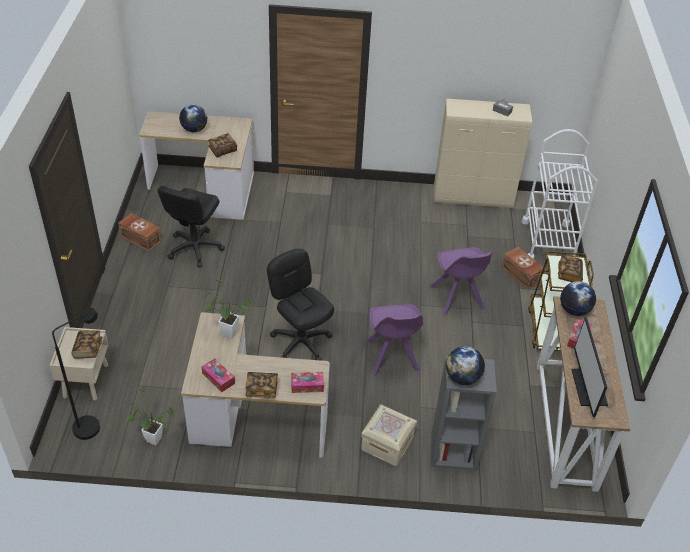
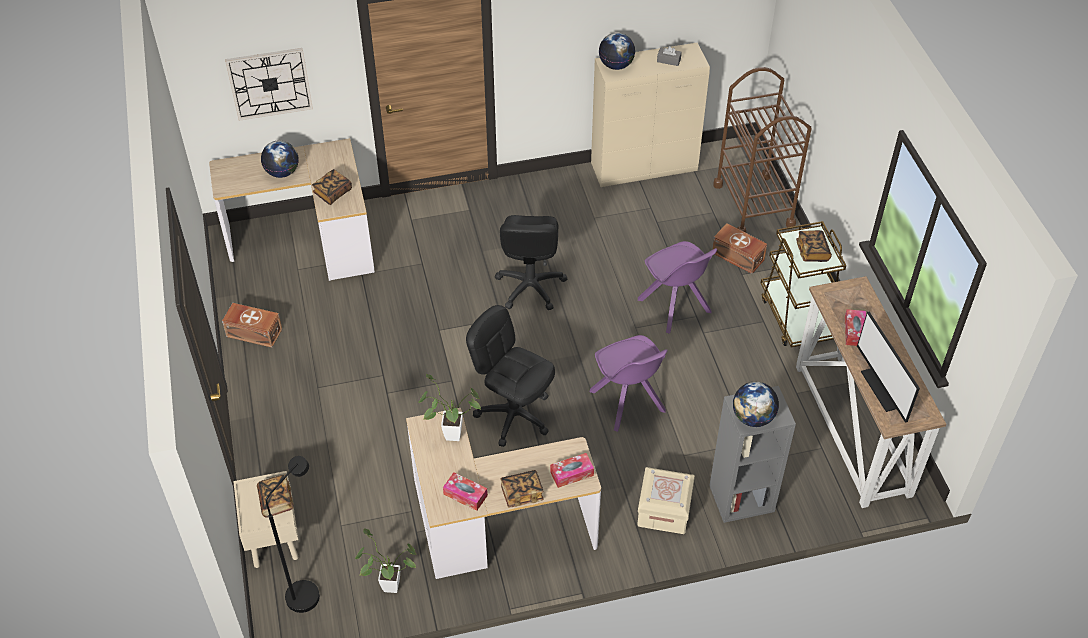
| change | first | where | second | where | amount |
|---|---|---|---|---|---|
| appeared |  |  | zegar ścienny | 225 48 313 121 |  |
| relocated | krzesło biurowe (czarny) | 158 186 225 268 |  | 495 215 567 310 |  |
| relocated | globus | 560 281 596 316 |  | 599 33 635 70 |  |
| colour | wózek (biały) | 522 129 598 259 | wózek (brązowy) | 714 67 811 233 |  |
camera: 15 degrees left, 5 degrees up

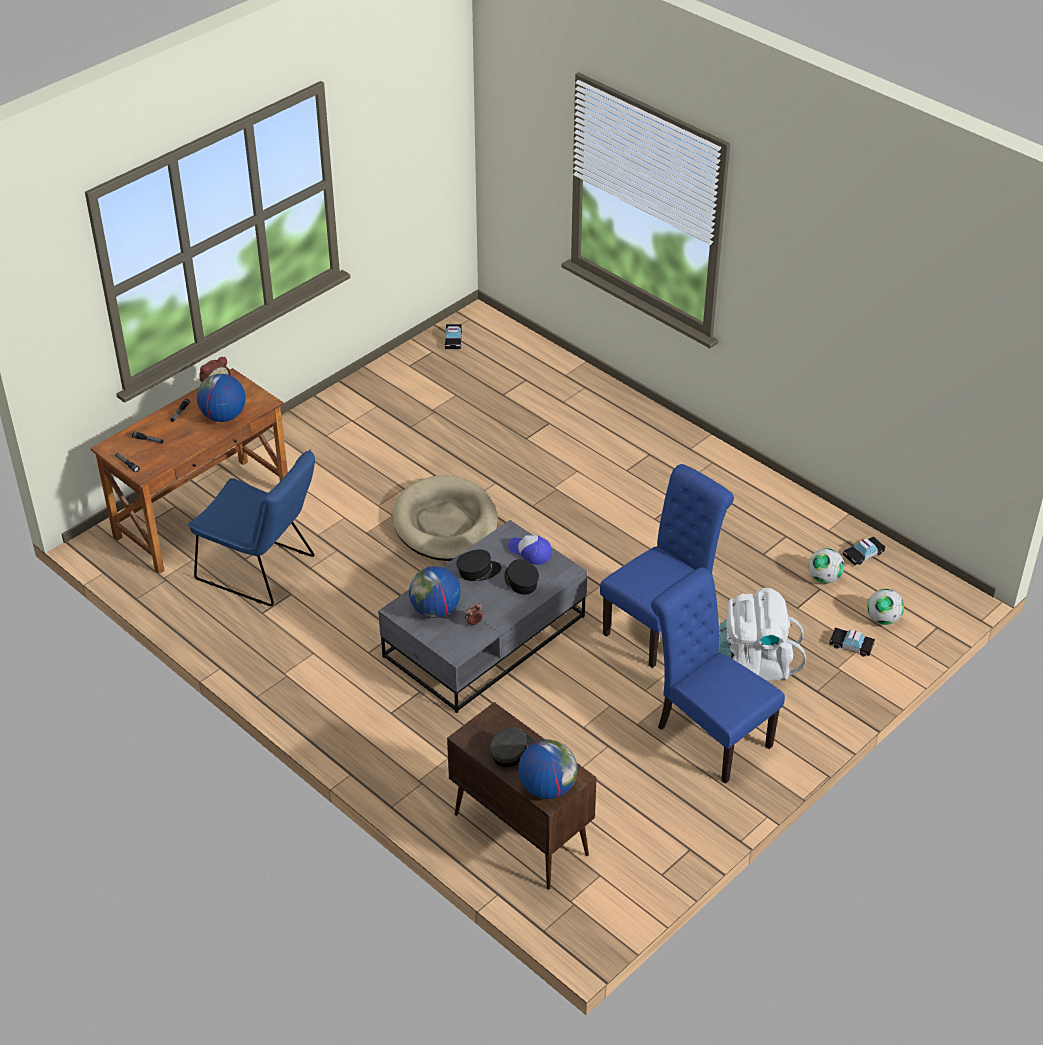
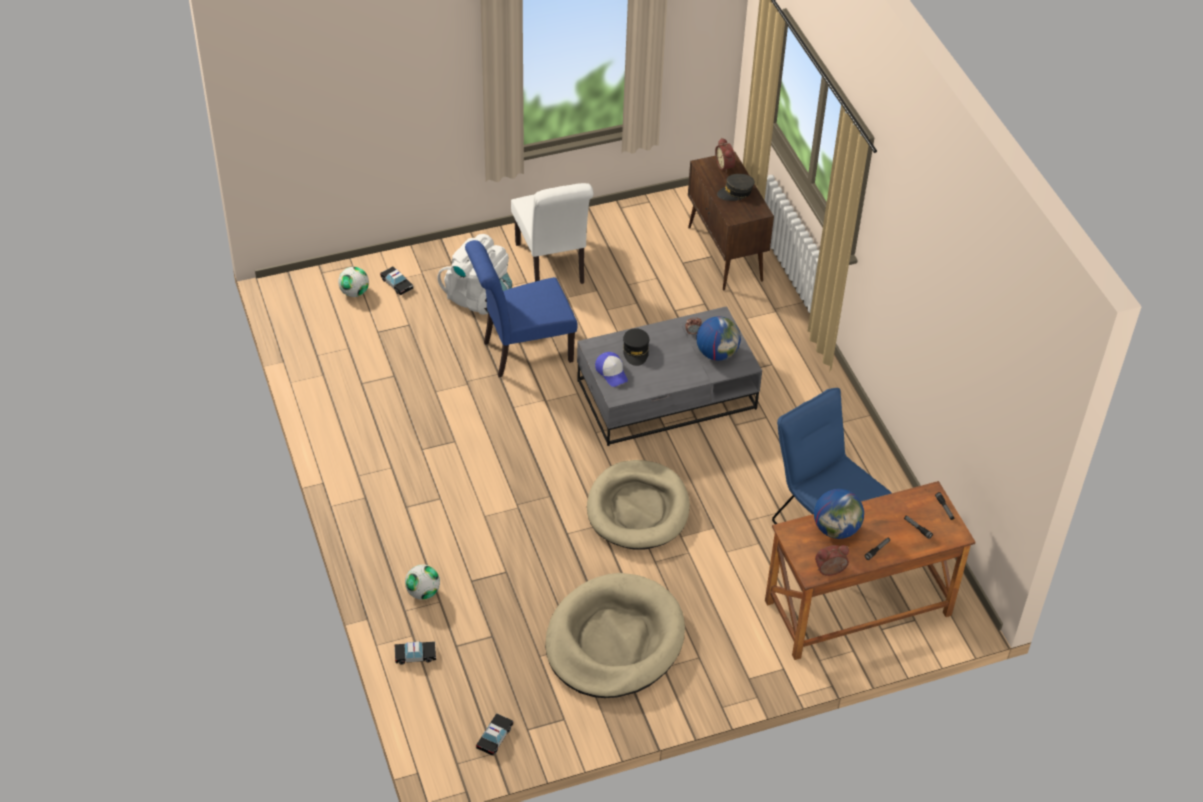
| change | first | where | second | where | amount |
|---|---|---|---|---|---|
| relocated | samochodzik | 843 536 885 565 |  | 395 641 436 665 |  |
| relocated | piłka futbolowa | 808 548 844 583 |  | 405 564 440 600 |  |
| colour | krzesło (niebieski) | 651 567 785 784 | krzesło (biały) | 511 183 593 284 |  |
| appeared |  |  | legowisko (beżowy) | 545 573 685 698 |  |
| exchanged | globus | 518 739 577 799 | budzik | 715 138 735 173 |  |
| missing | czapka z daszkiem (czarny) | 456 550 502 581 |  |  |  |
camera: 155 degrees left, 5 degrees up

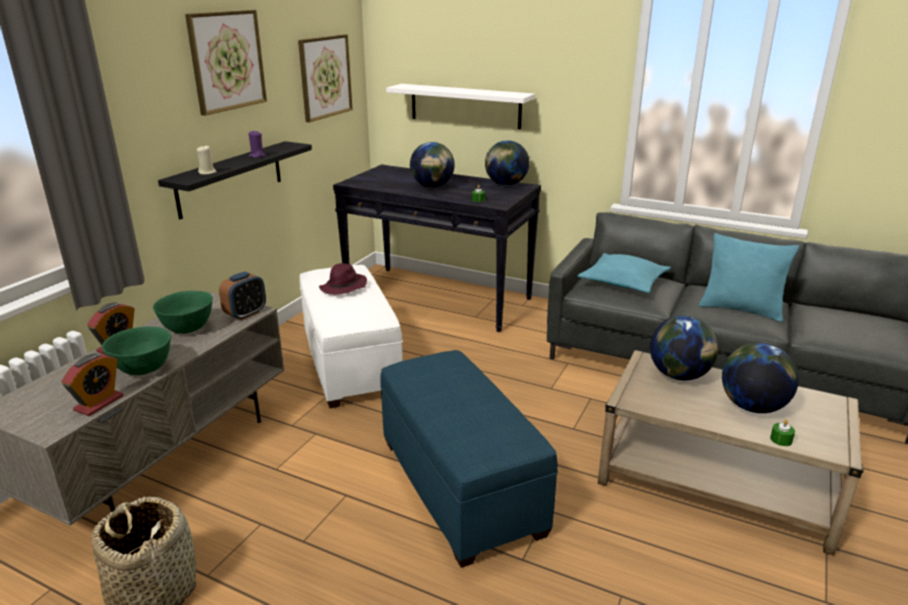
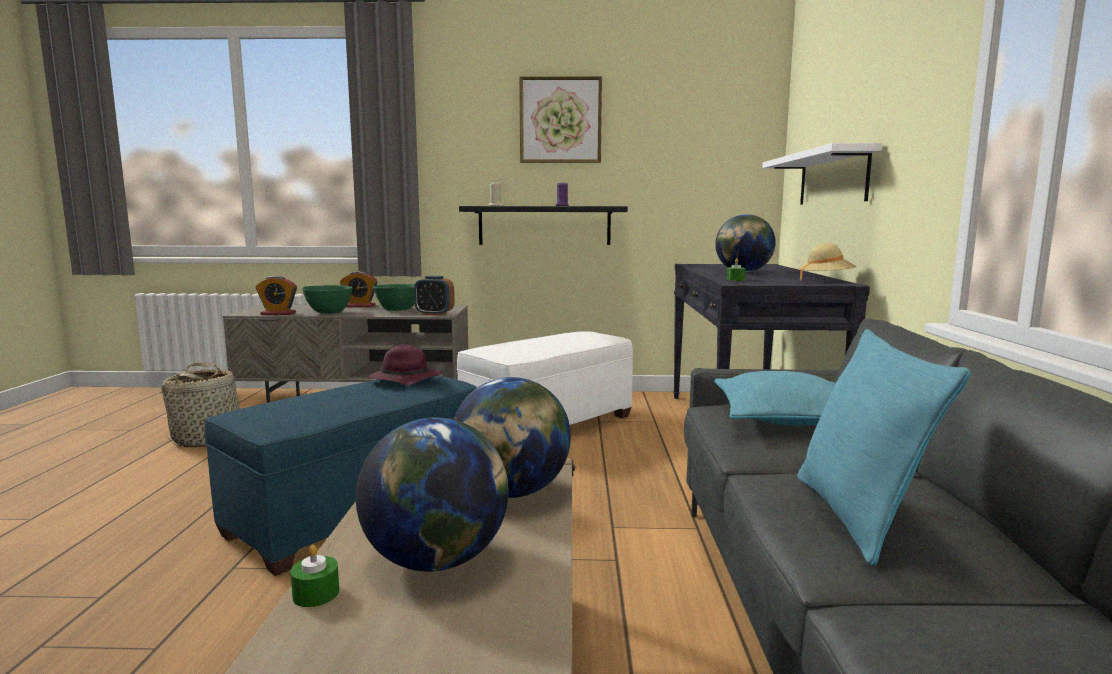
| change | first | where | second | where | amount |
|---|---|---|---|---|---|
| relocated | kapelusz (fioletowy) | 319 263 367 295 |  | 368 344 442 385 |  |
| exchanged | globus | 485 140 529 186 | kapelusz (beżowy) | 799 244 856 281 |  |
| missing | obraz | 298 34 353 122 |  |  |  |
camera: 65 degrees right, 15 degrees down

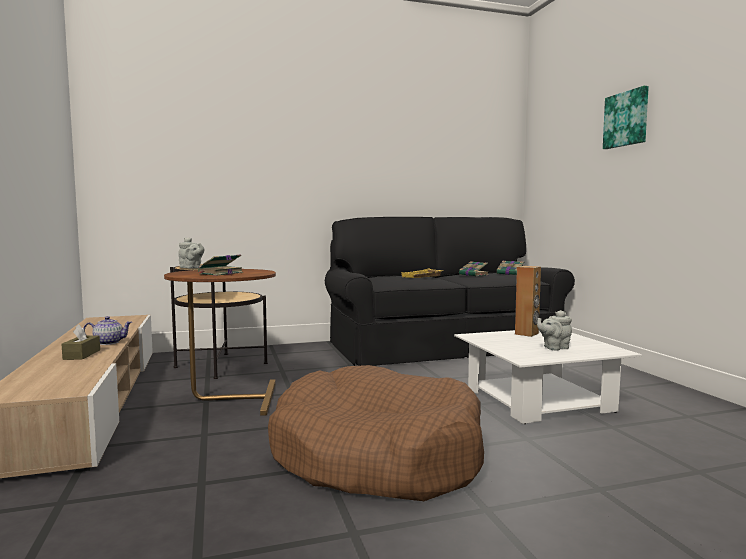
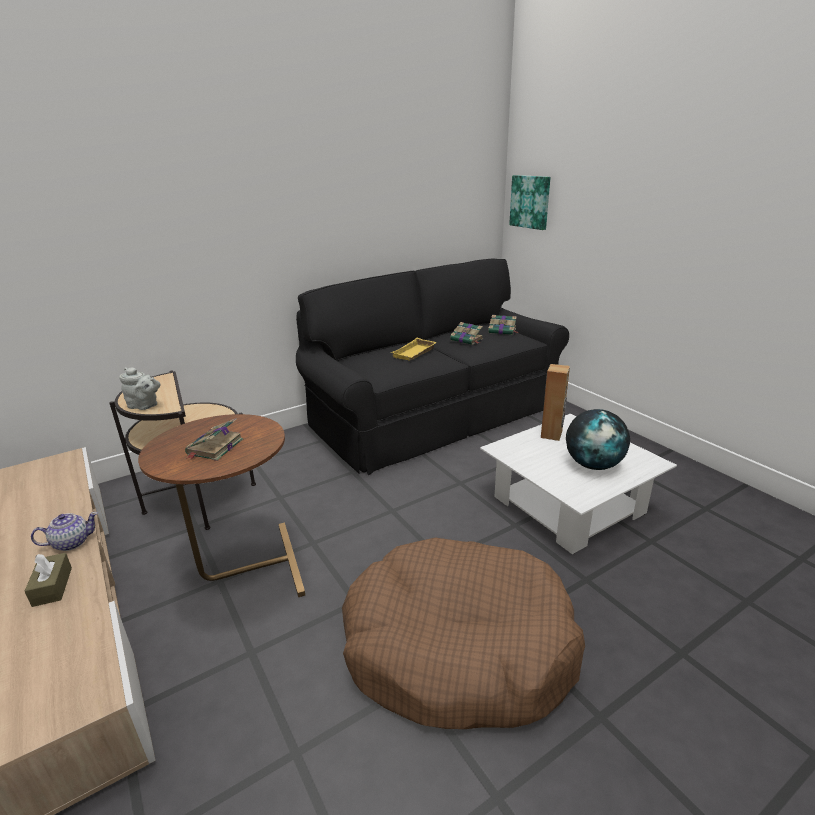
| change | first | where | second | where | amount |
|---|---|---|---|---|---|
| relocated | obraz | 603 86 649 149 |  | 509 175 550 230 |  |
| exchanged | imbryk (szary) | 537 310 572 350 | globus | 566 409 630 470 |  |
camera: 15 degrees left, 20 degrees up

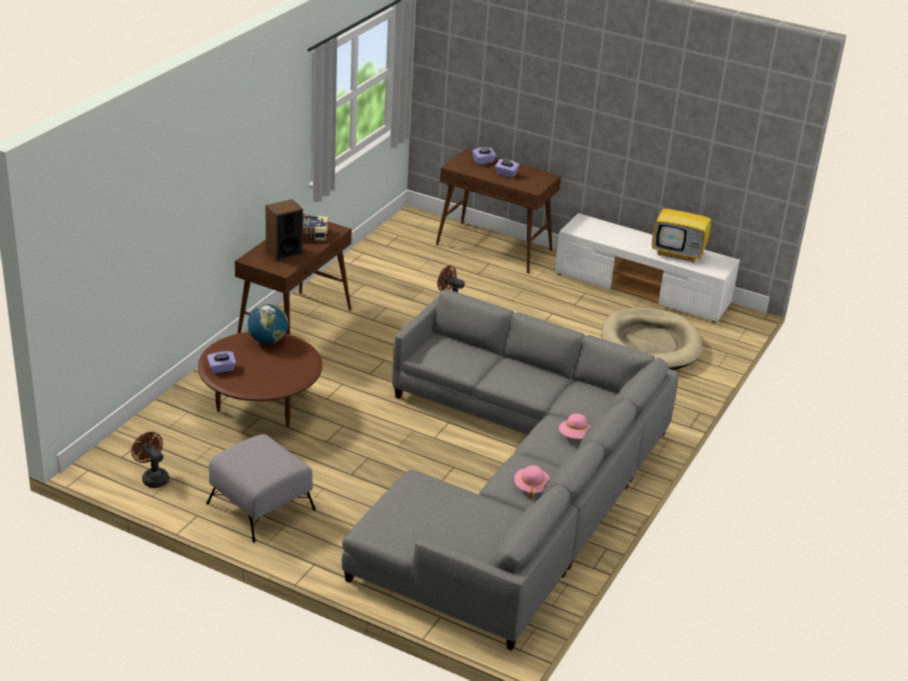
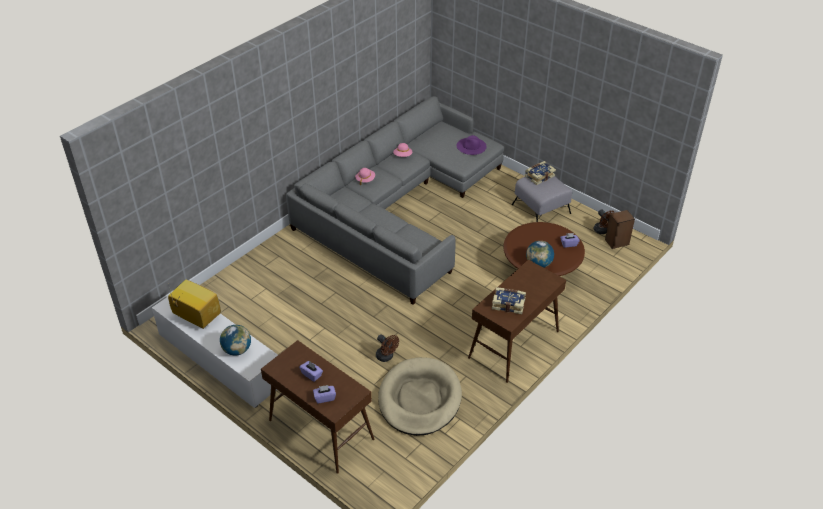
| change | first | where | second | where | amount |
|---|---|---|---|---|---|
| appeared |  |  | globus | 220 325 251 356 |  |
| relocated | legowisko (beżowy) | 601 308 702 370 |  | 378 357 462 436 |  |
| appeared |  |  | kapelusz (fioletowy) | 457 135 487 155 |  |
| appeared |  |  | książka | 525 161 556 185 |  |
| relocated | głośnik | 265 199 303 261 |  | 605 210 635 249 |  |
camera: 165 degrees left, 10 degrees up

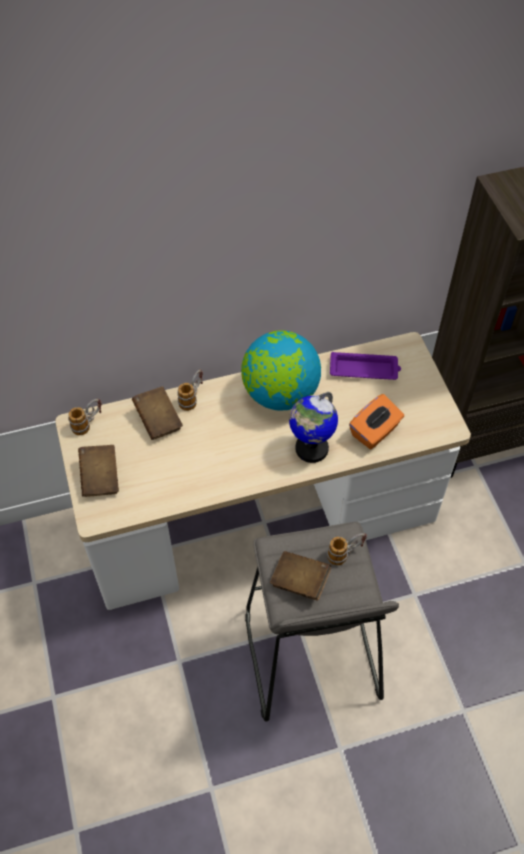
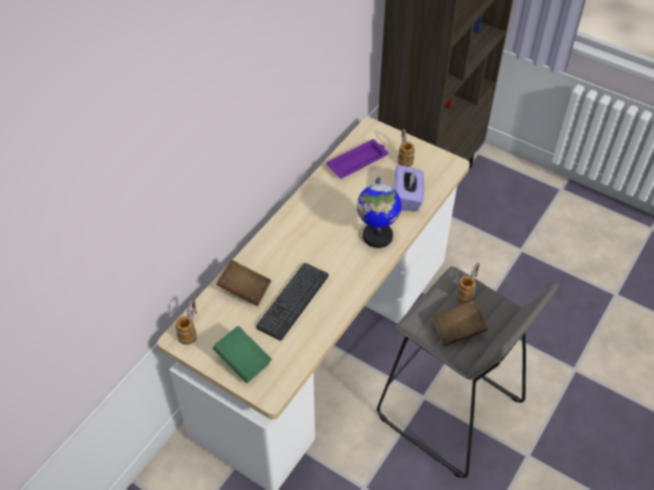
| change | first | where | second | where | amount |
|---|---|---|---|---|---|
| colour | książka (brązowy) | 78 445 119 497 | książka (zielony) | 212 326 272 383 |  |
| appeared |  |  | klawiatura | 256 263 328 341 |  |
| colour | pudełko chusteczek (pomarańczowy) | 349 394 404 449 | pudełko chusteczek (fioletowy) | 394 165 424 211 |  |
| relocated | kubek | 177 370 203 411 |  | 398 129 415 167 |  |
| missing | globus | 241 330 321 411 |  |  |  |
camera: 40 degrees left, 5 degrees down

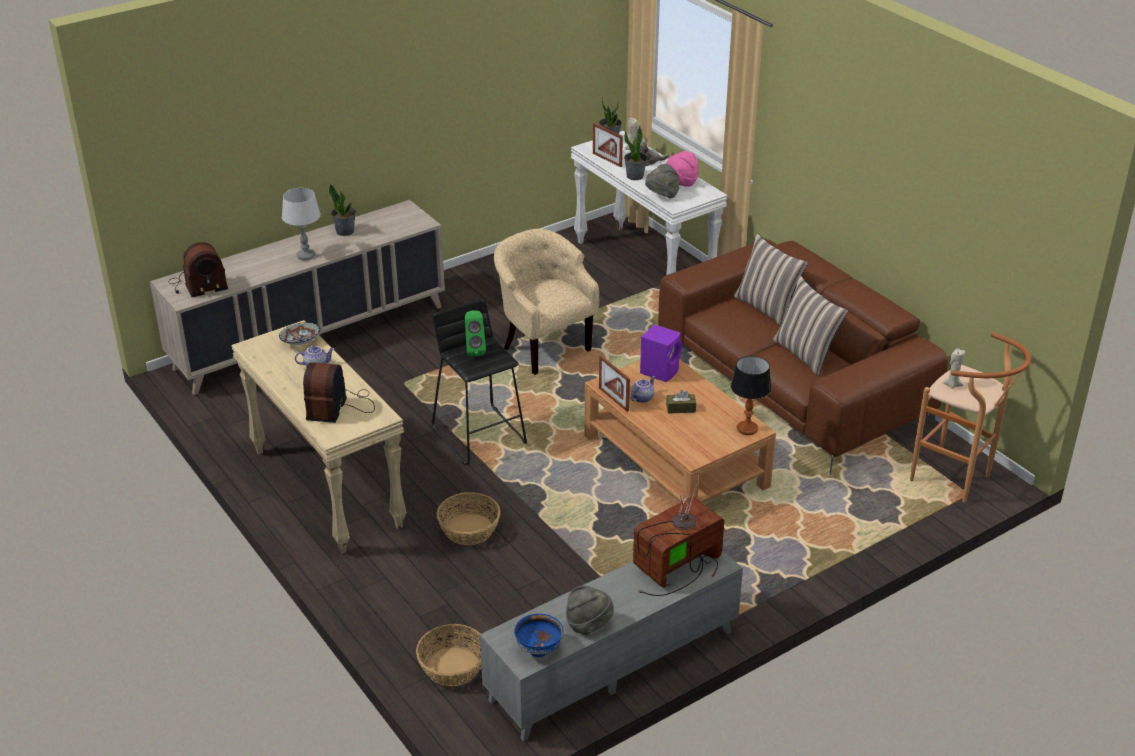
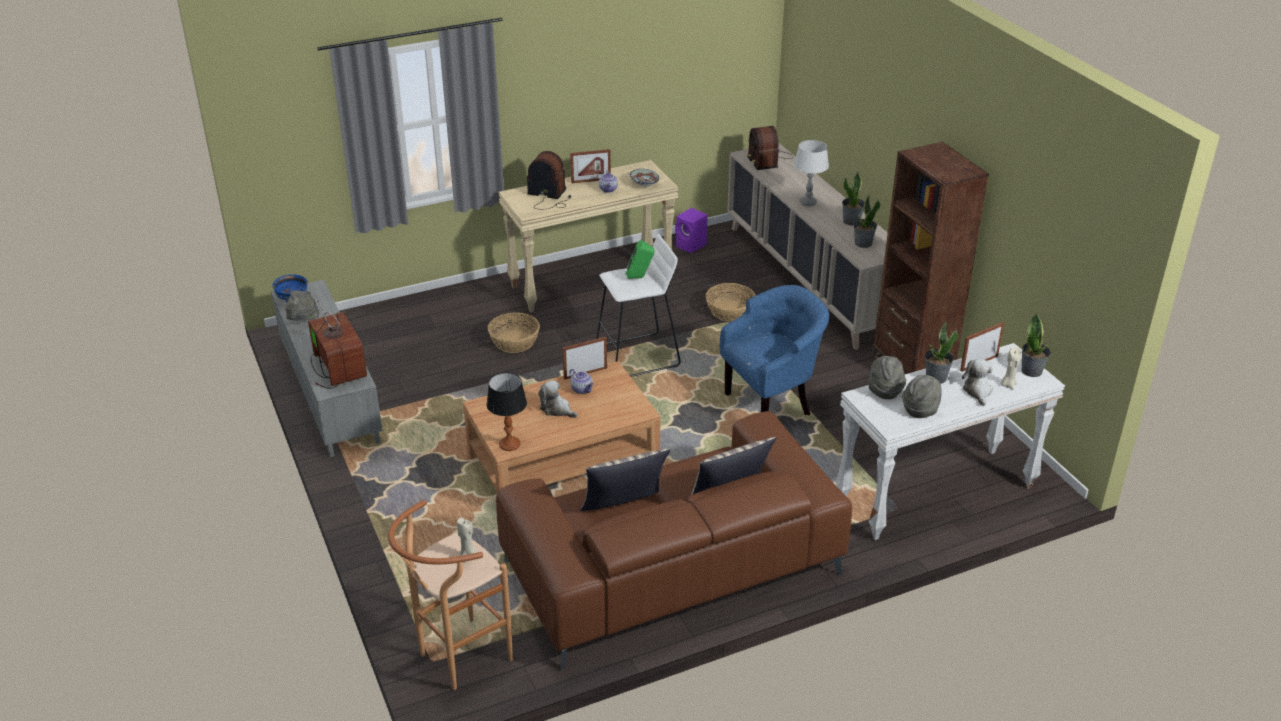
| change | first | where | second | where | amount |
|---|---|---|---|---|---|
| exchanged | pudełko chusteczek (brązowy) | 666 390 696 414 | pluszak | 538 380 578 418 |  |
| appeared |  |  | ramka na zdjęcie | 570 149 611 183 |  |
| colour | stołek (czarny) | 432 299 527 465 | stołek (biały) | 596 234 680 377 |  |
| relocated | głośnik (fioletowy) | 640 324 682 382 |  | 675 208 708 253 |  |
| relocated | koszyk | 416 624 481 686 |  | 706 283 756 322 |  |
| colour | fotel (beżowy) | 494 229 599 375 | fotel (niebieski) | 720 285 829 415 |  |
| appeared |  |  | roślina doniczkowa | 853 194 880 248 |  |
| appeared |  |  | regał (brązowy) | 872 142 989 374 |  |
| colour | kapelusz (różowy) | 666 151 699 187 | kapelusz (szary) | 902 375 942 418 |  |
camera: 100 degrees right, 0 degrees up

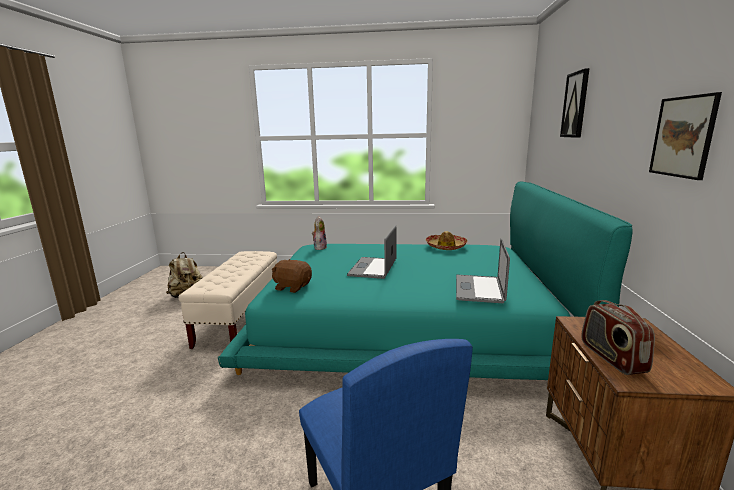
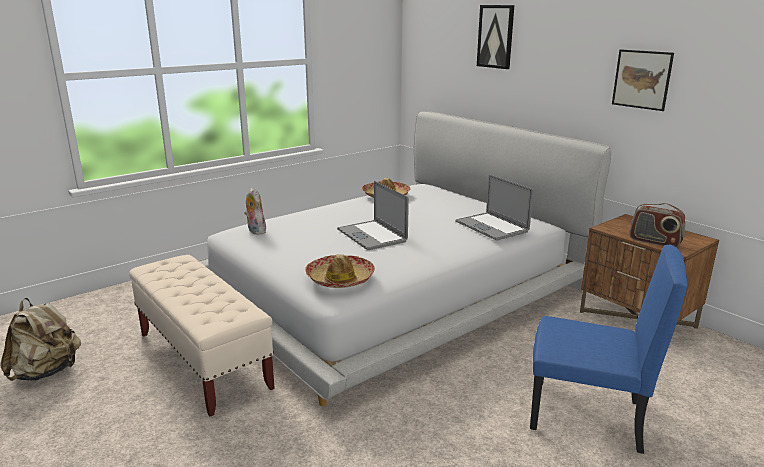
| change | first | where | second | where | amount |
|---|---|---|---|---|---|
| colour | łóżko (turkusowy) | 218 181 633 380 | łóżko (biały) | 198 111 612 406 |  |
| exchanged | pluszak (brązowy) | 272 259 312 293 | kapelusz | 305 254 375 288 |  |
camera: 45 degrees left, 5 degrees up

